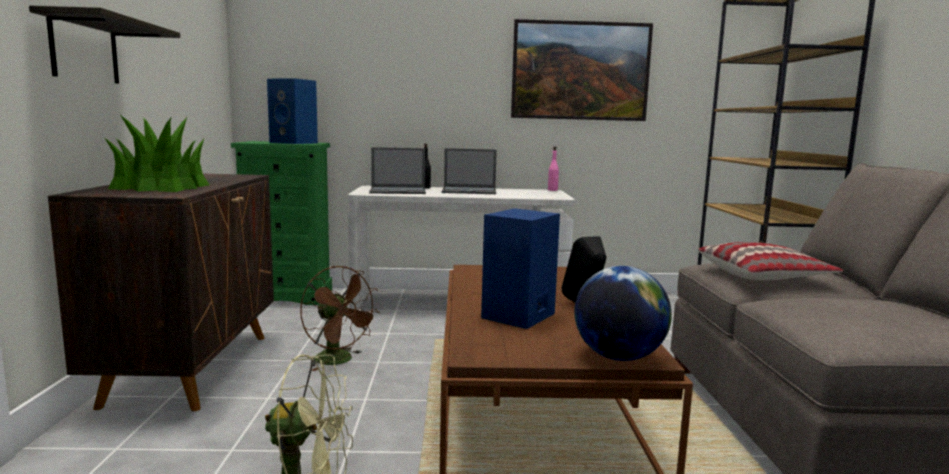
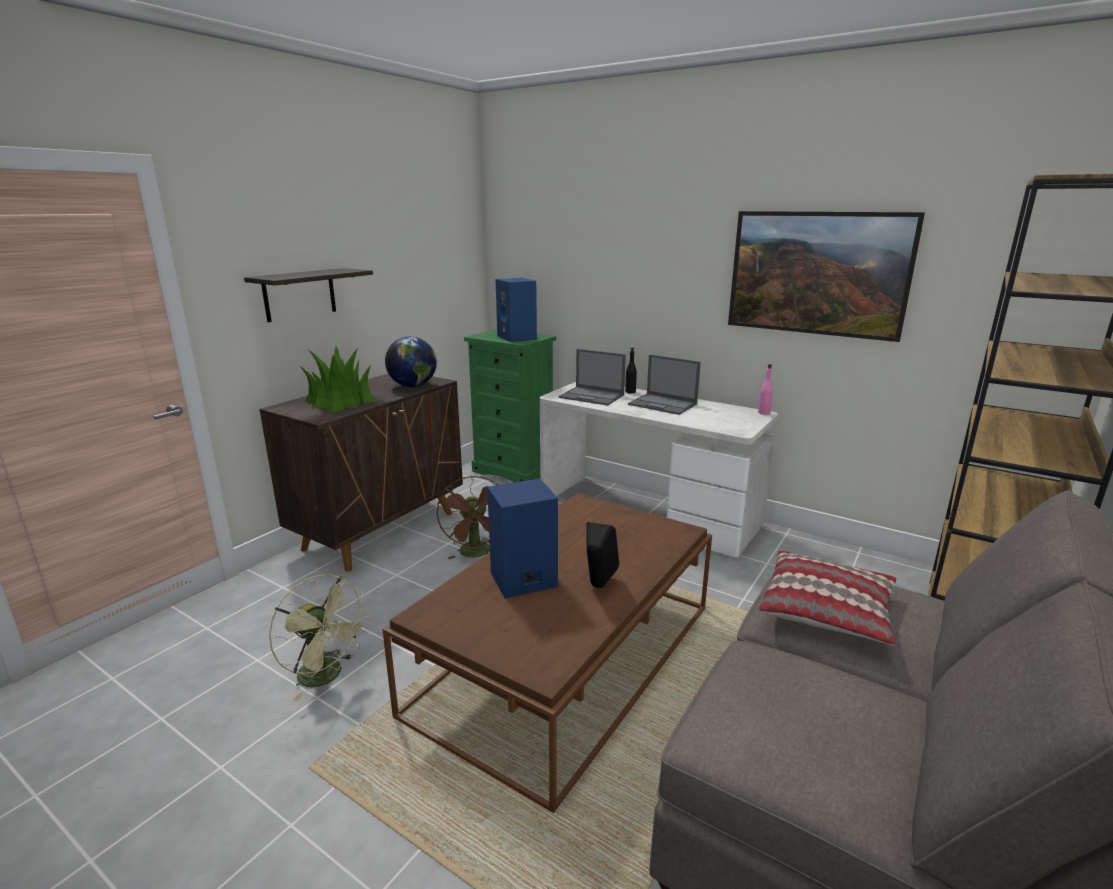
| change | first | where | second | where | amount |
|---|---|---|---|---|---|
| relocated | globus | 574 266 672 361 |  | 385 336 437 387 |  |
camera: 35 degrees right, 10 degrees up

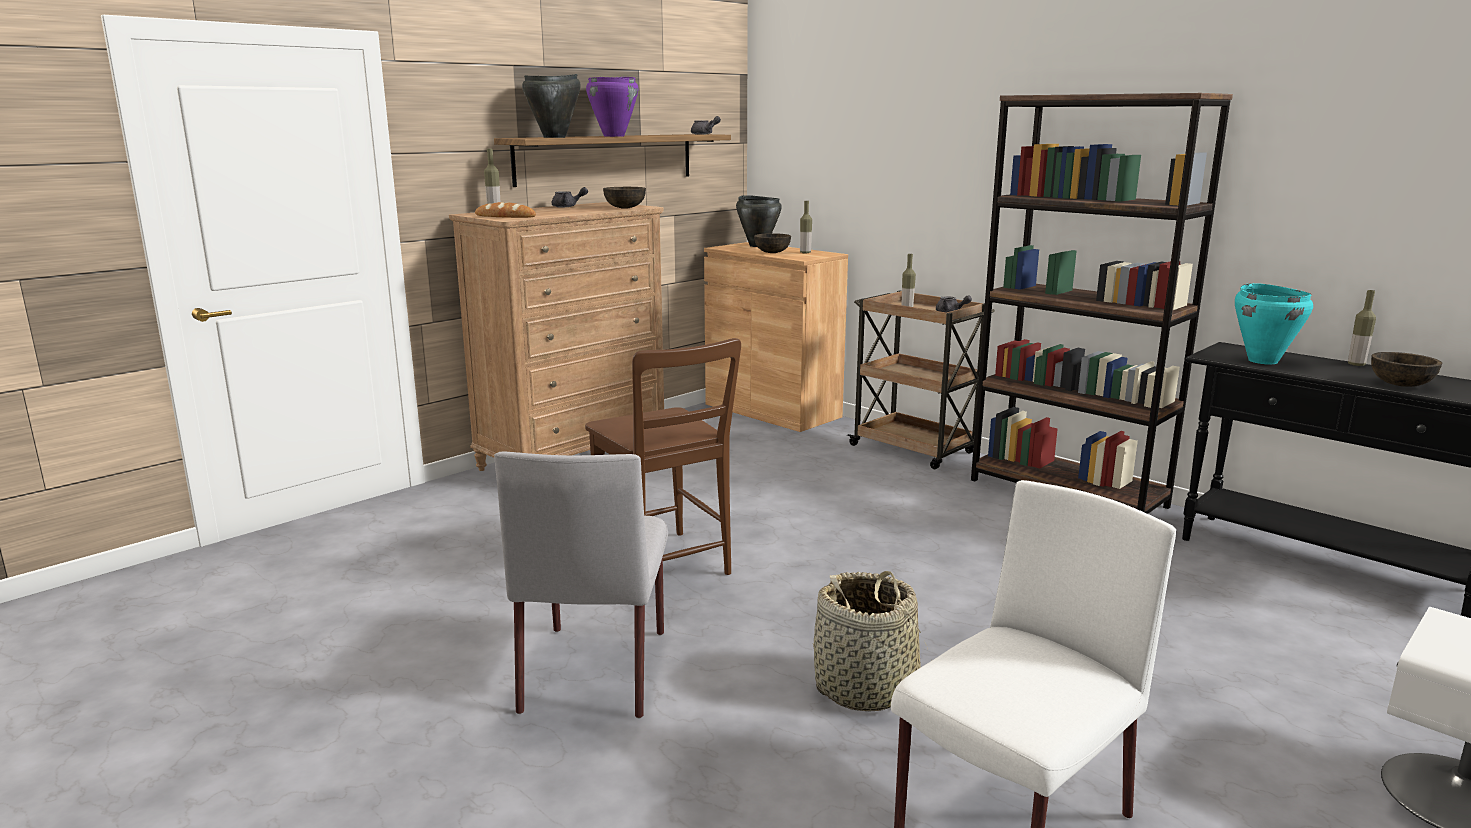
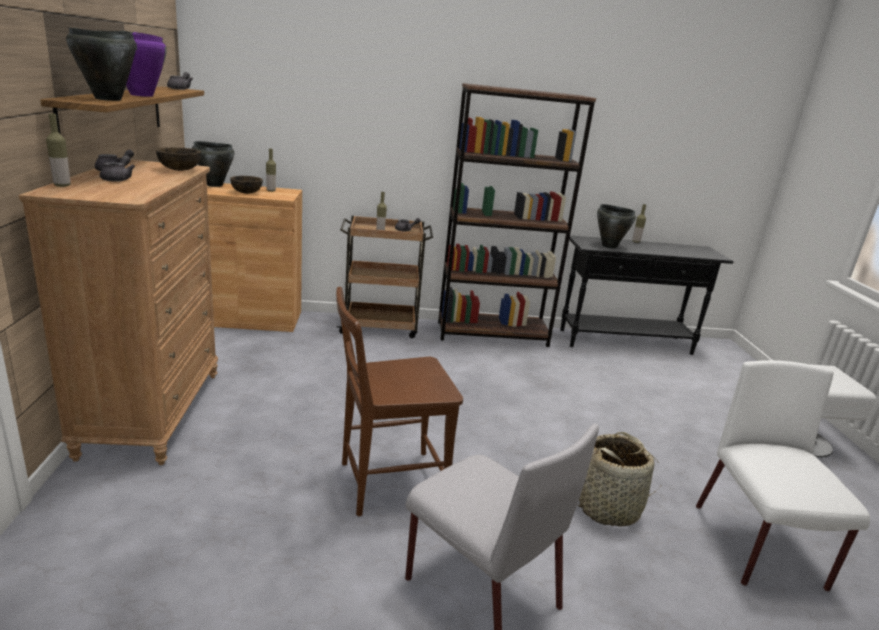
| change | first | where | second | where | amount |
|---|---|---|---|---|---|
| appeared |  |  | imbryk (szary) | 100 155 135 182 |  |
| spun | krzesło (brązowy) | 585 338 741 575 |  | 336 287 463 516 | 150 degrees clockwise |
| colour | garnek (turkusowy) | 1235 283 1313 364 | garnek (czarny) | 597 204 636 248 |  |
| missing | chleb | 475 202 536 218 |  |  |  |
| missing | miska (brązowy) | 1371 352 1442 387 |  |  |  |
camera: 50 degrees left, 5 degrees up

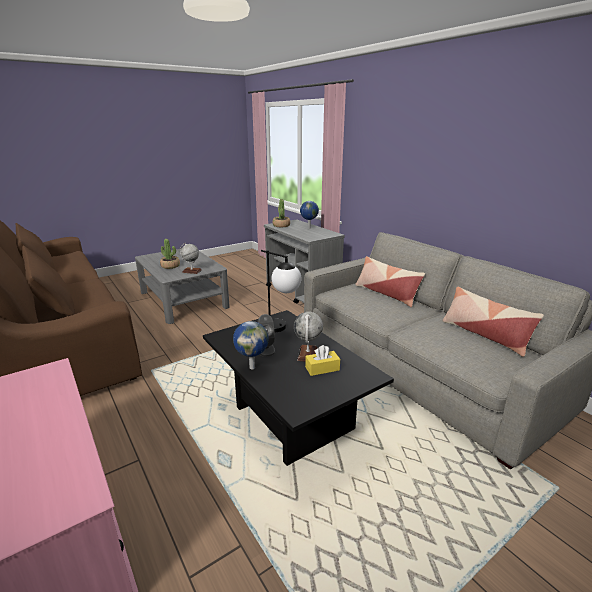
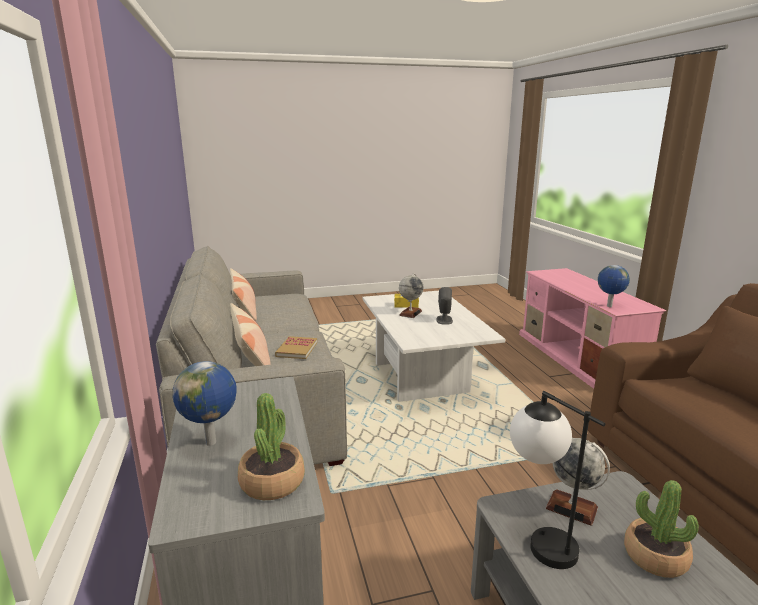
| change | first | where | second | where | amount |
|---|---|---|---|---|---|
| appeared |  |  | książka | 275 336 317 359 |  |
| colour | ława (czarny) | 203 310 394 466 | ława (biały) | 362 291 505 402 |  |
| relocated | lampa stołowa | 261 250 302 332 |  | 510 391 605 569 |  |
| relocated | globus | 233 321 269 369 |  | 598 265 630 307 |  |
camera: 160 degrees left, 5 degrees down

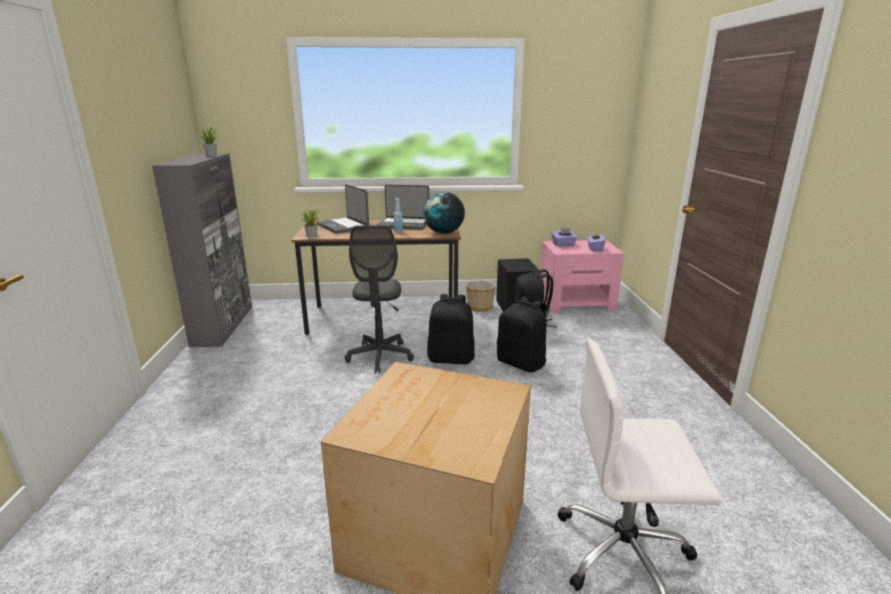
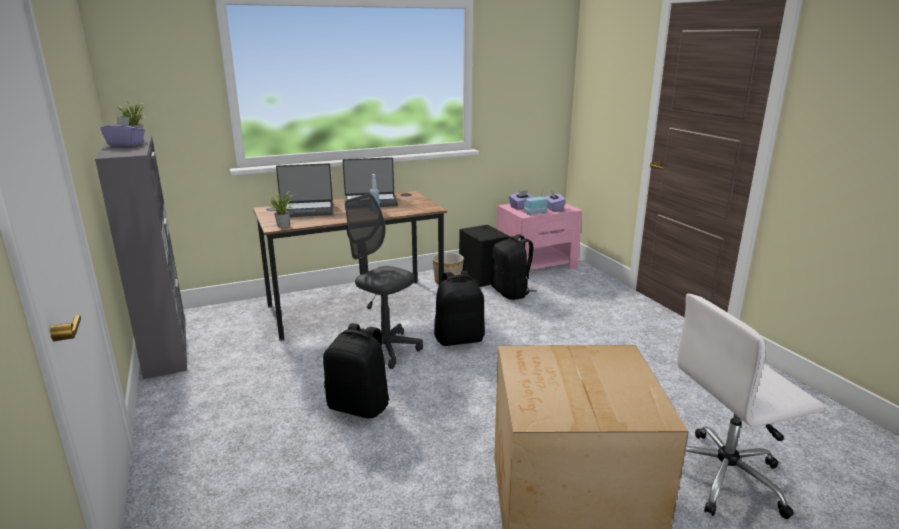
| change | first | where | second | where | amount |
|---|---|---|---|---|---|
| appeared |  |  | pudełko chusteczek (fioletowy) | 101 117 145 146 |  |
| spun | laptop | 317 184 369 234 |  | 276 163 333 217 | 45 degrees counterclockwise |
| relocated | plecak (czarny) | 497 297 547 373 |  | 323 323 389 418 |  |
| spun | krzesło biurowe (szary) | 345 225 414 374 |  | 345 194 423 369 | 150 degrees clockwise |
| appeared |  |  | radio | 524 190 548 215 |  |
| missing | globus | 424 192 465 234 |  |  |  |
camera: 20 degrees left, 0 degrees up

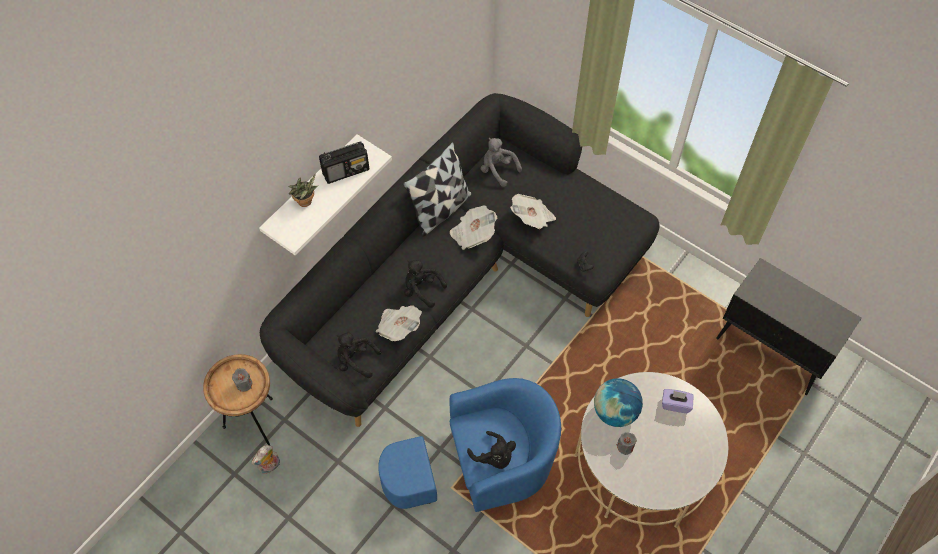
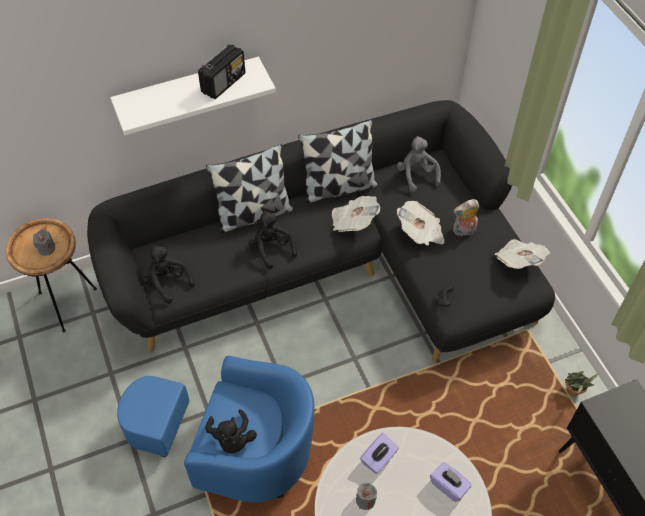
| change | first | where | second | where | amount |
|---|---|---|---|---|---|
| spun | radio | 319 141 369 184 |  | 198 44 245 99 | 60 degrees counterclockwise |
| appeared |  |  | poduszka | 206 144 293 233 |  |
| exchanged | globus | 594 378 643 427 | pudełko chusteczek (fioletowy) | 360 433 399 474 |  |
| relocated | pluszak | 251 445 280 474 |  | 453 199 480 236 |  |
| relocated | gazeta | 376 305 422 341 |  | 494 239 550 269 |  |
| relocated | roślina doniczkowa | 288 174 318 207 |  | 565 371 598 396 |  |
camera: 30 degrees right, 5 degrees down

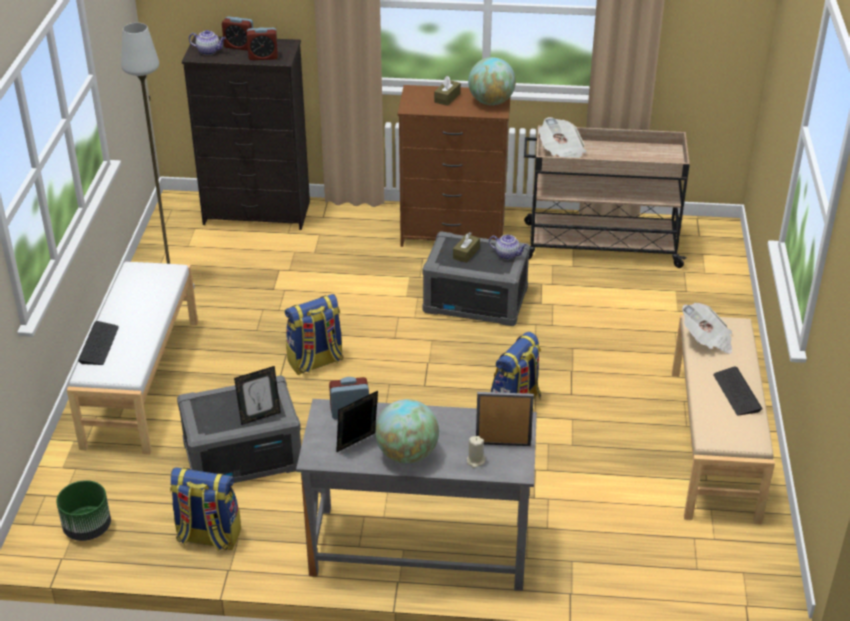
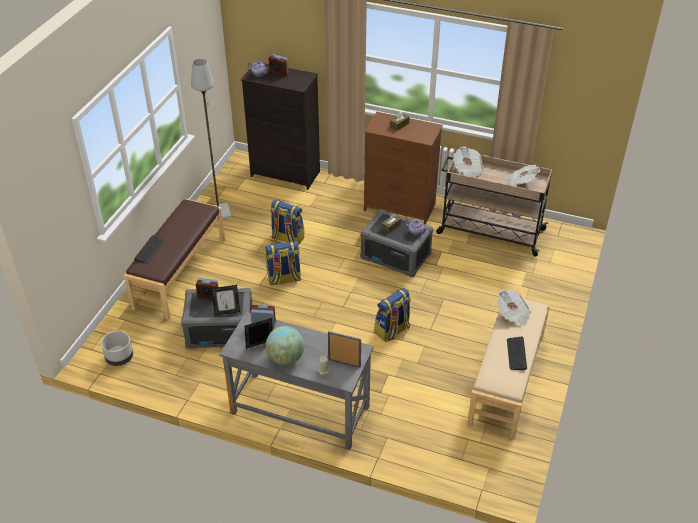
| change | first | where | second | where | amount |
|---|---|---|---|---|---|
| colour | donica (zielony) | 56 480 111 541 | donica (szary) | 101 331 133 366 |  |
| colour | ławka (biały) | 67 262 198 454 | ławka (brązowy) | 124 199 225 320 |  |
| relocated | budzik | 247 27 278 60 |  | 196 278 219 300 |  |
| relocated | plecak | 170 467 241 551 |  | 270 200 304 245 |  |
| appeared |  |  | gazeta | 505 165 540 186 |  |
| missing | globus | 468 57 516 105 |  |  |  |
camera: 15 degrees right, 5 degrees up

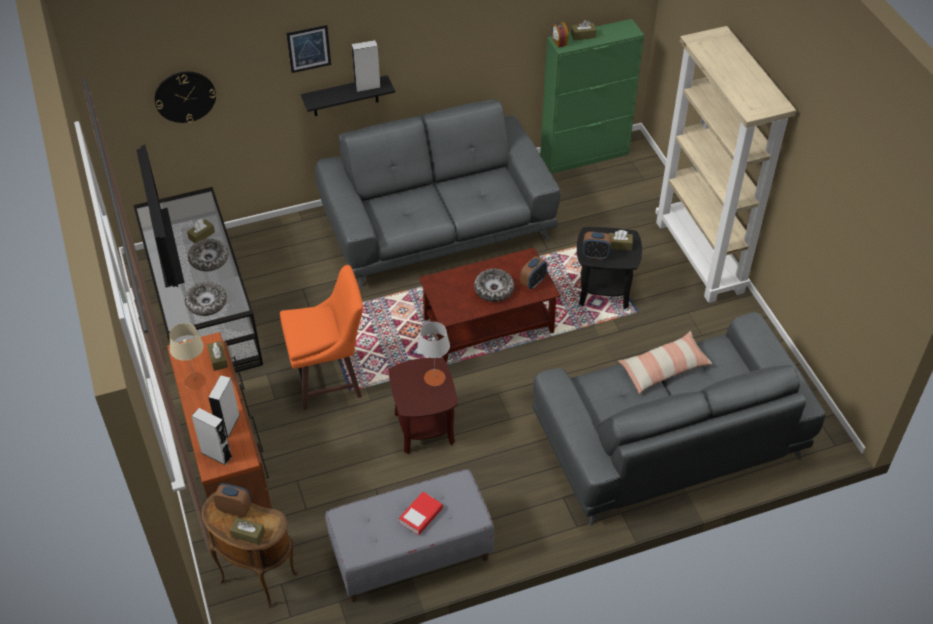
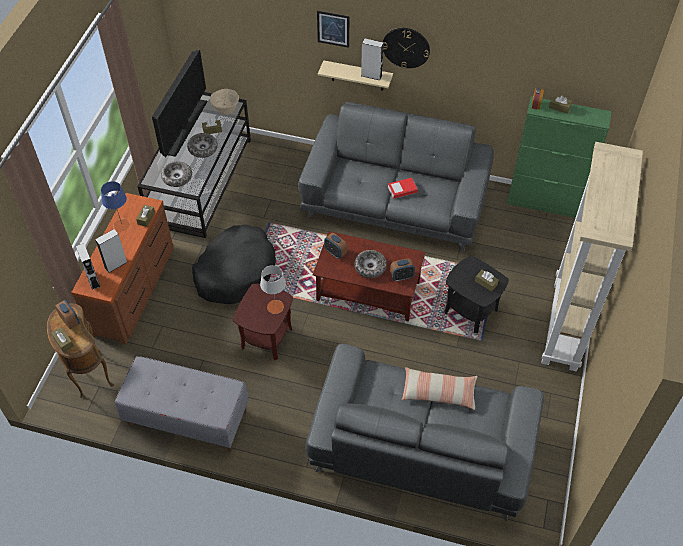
| change | first | where | second | where | amount |
|---|---|---|---|---|---|
| colour | lampa stołowa (beżowy) | 169 323 206 390 | lampa stołowa (niebieski) | 101 181 130 231 |  |
| exchanged | stołek (pomarańczowy) | 280 265 363 410 | legowisko (czarny) | 192 225 276 304 |  |
| appeared |  |  | miska (beżowy) | 210 89 239 115 |  |
| colour | półka (czarny) | 301 75 395 116 | półka (beżowy) | 318 60 393 91 |  |
| relocated | budzik | 582 232 611 260 |  | 324 233 347 259 |  |
| relocated | zegar ścienny | 154 72 216 123 |  | 383 28 430 69 |  |
| relocated | książka | 399 492 443 536 |  | 388 178 418 199 |  |
camera: 35 degrees right, 5 degrees up

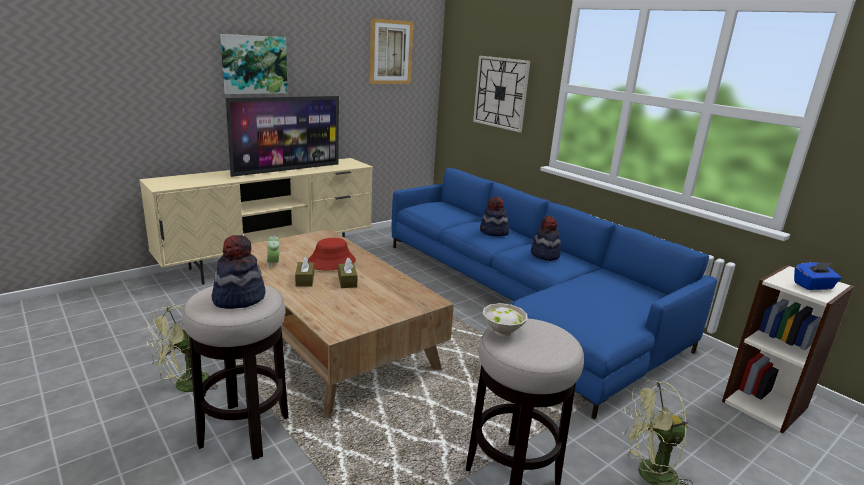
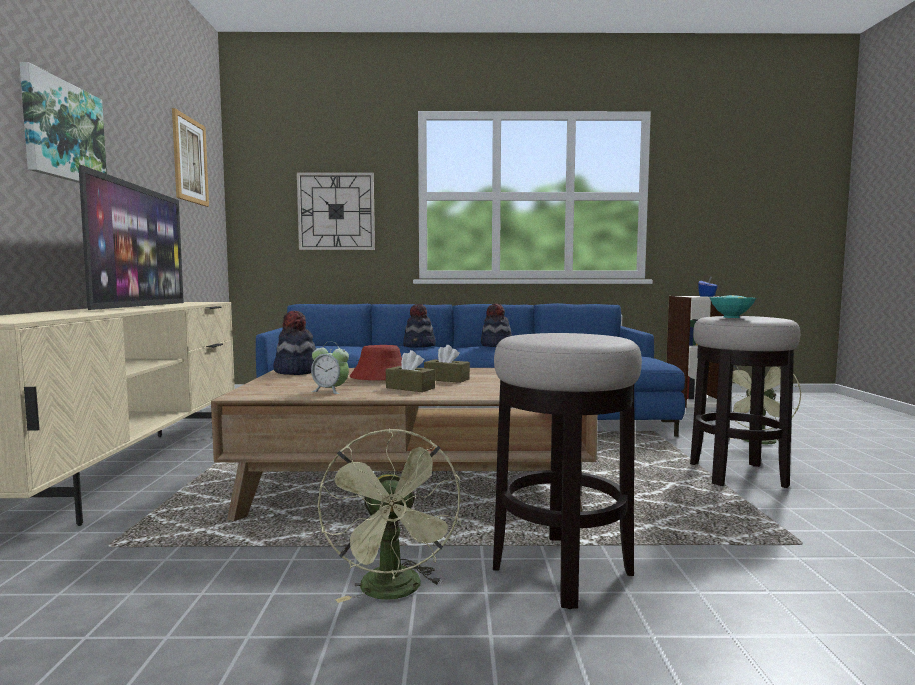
| change | first | where | second | where | amount |
|---|---|---|---|---|---|
| relocated | kapelusz | 211 235 265 309 |  | 273 311 316 375 |  |
| colour | miska (biały) | 483 303 527 337 | miska (turkusowy) | 709 295 756 318 |  |
camera: 50 degrees left, 15 degrees down

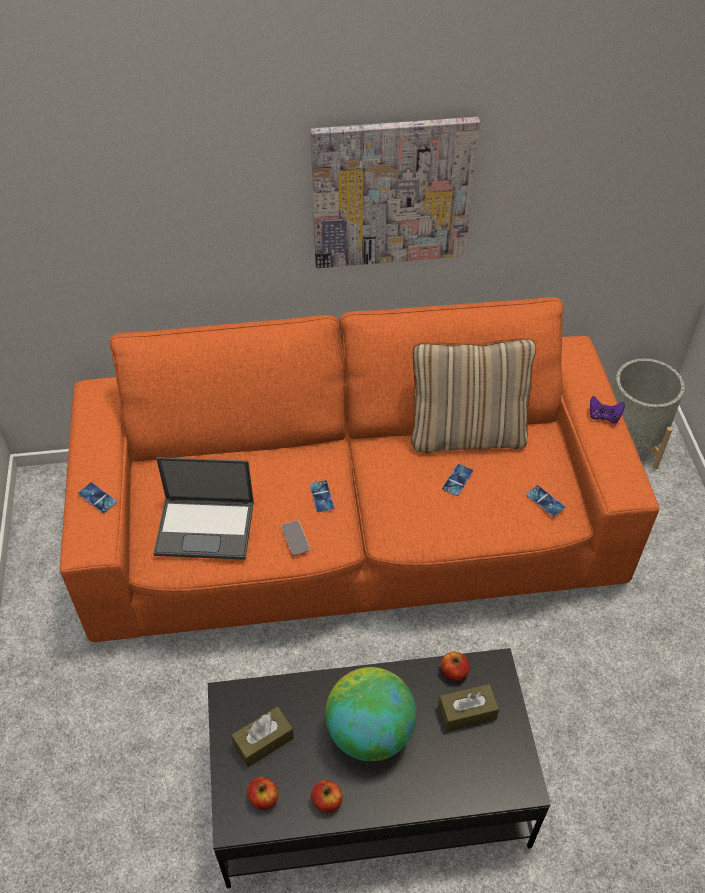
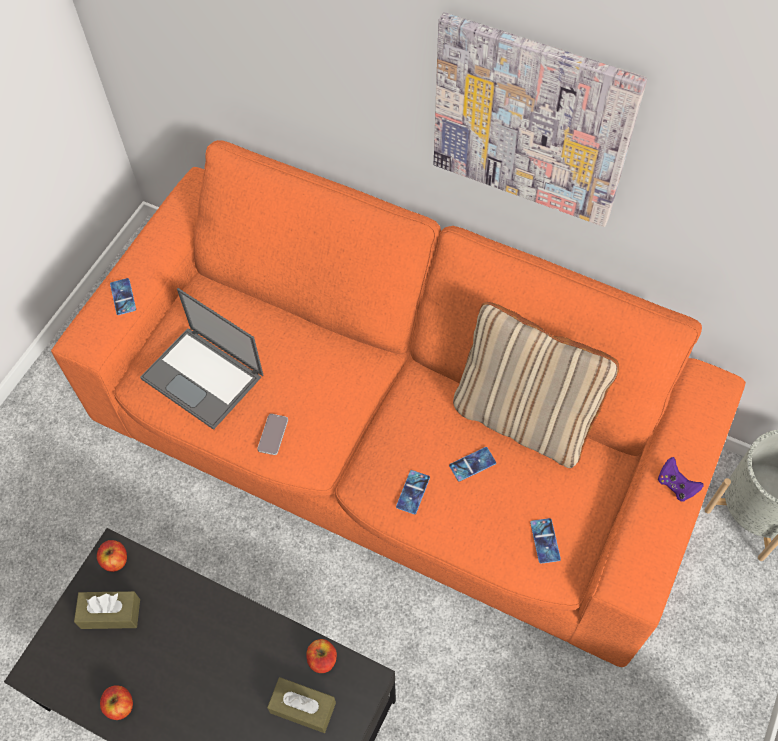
| change | first | where | second | where | amount |
|---|---|---|---|---|---|
| relocated | jabłko | 247 777 278 810 |  | 97 540 127 572 |  |
| relocated | telefon | 310 480 334 512 |  | 396 470 430 514 |  |
| missing | globus | 325 667 416 761 |  |  |  |
camera: 35 degrees right, 10 degrees up

